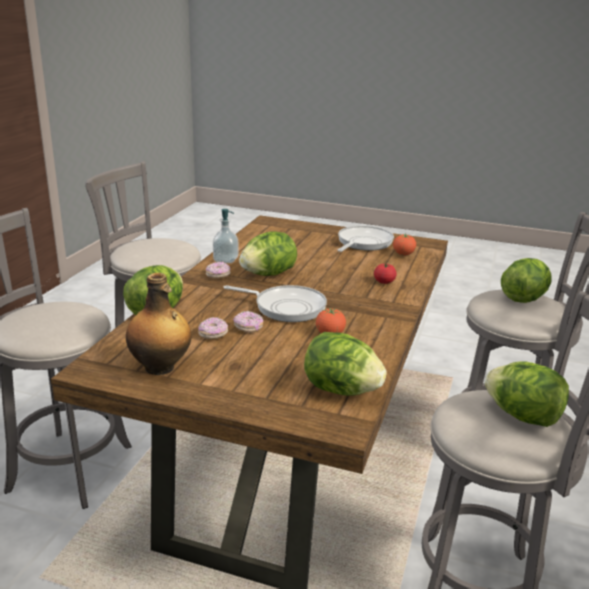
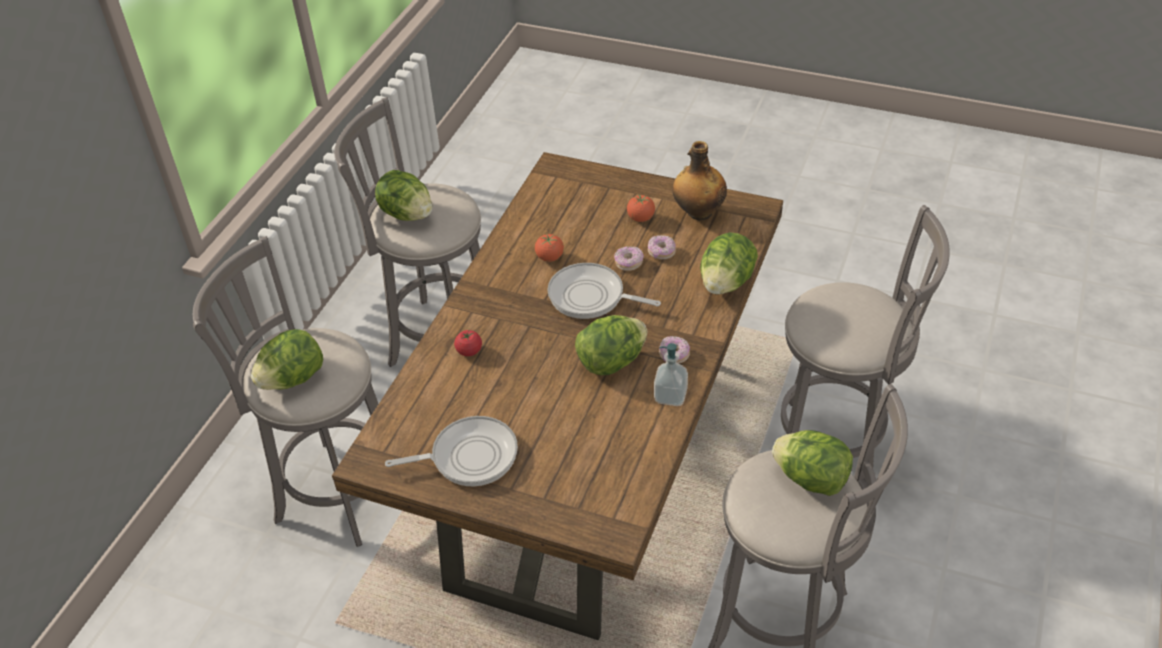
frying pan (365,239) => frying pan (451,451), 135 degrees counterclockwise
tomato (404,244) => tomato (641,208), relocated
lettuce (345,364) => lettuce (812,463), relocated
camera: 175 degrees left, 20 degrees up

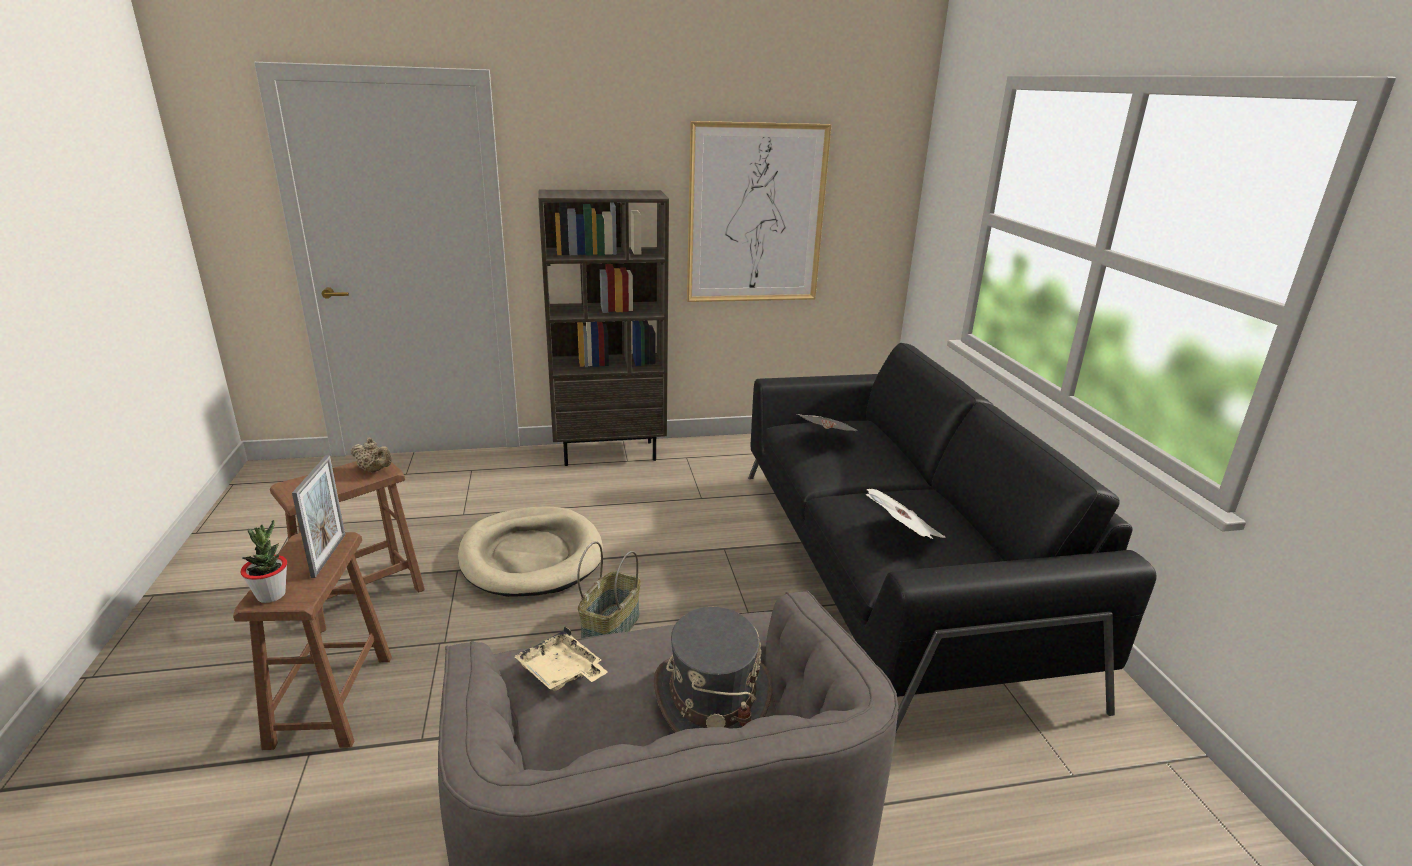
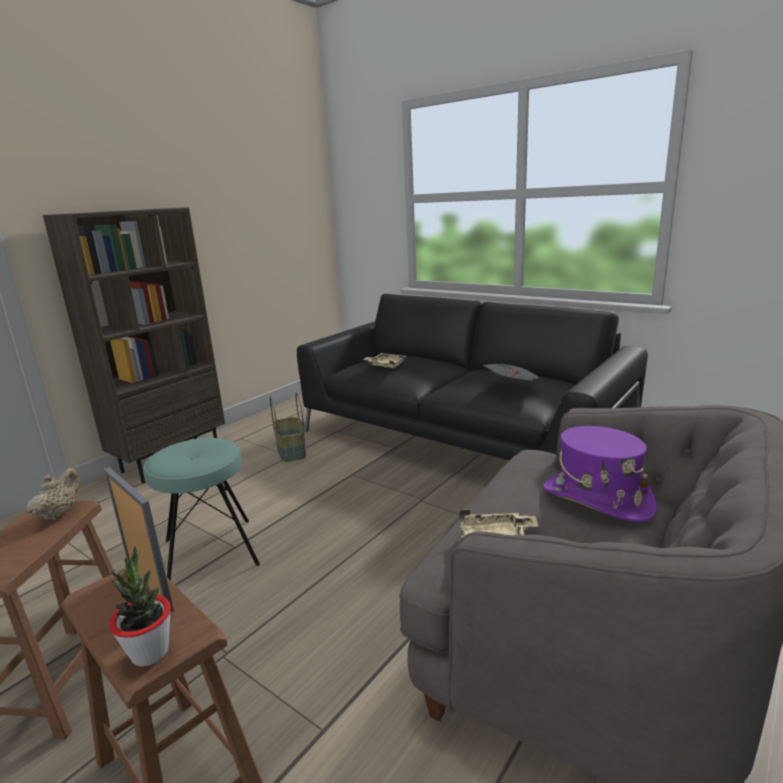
picture (759,211) => nothing
newspaper (827,422) => beige tray (385,360)
beige teapot (371,455) => beige teapot (53,494), 60 degrees counterclockwise
beige dog bed (530,551) => turquoise stool (201,509)
basket (609,589) => basket (288,427), relocated
grey hat (713,669) => purple hat (600,474)
camera: 40 degrees left, 5 degrees down

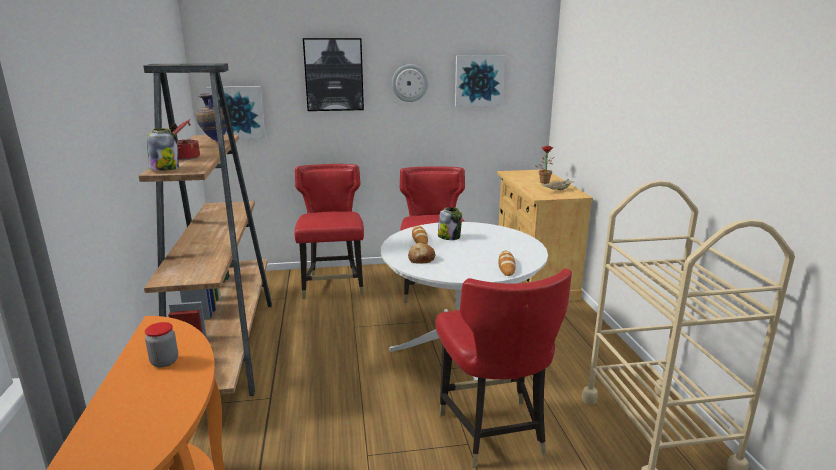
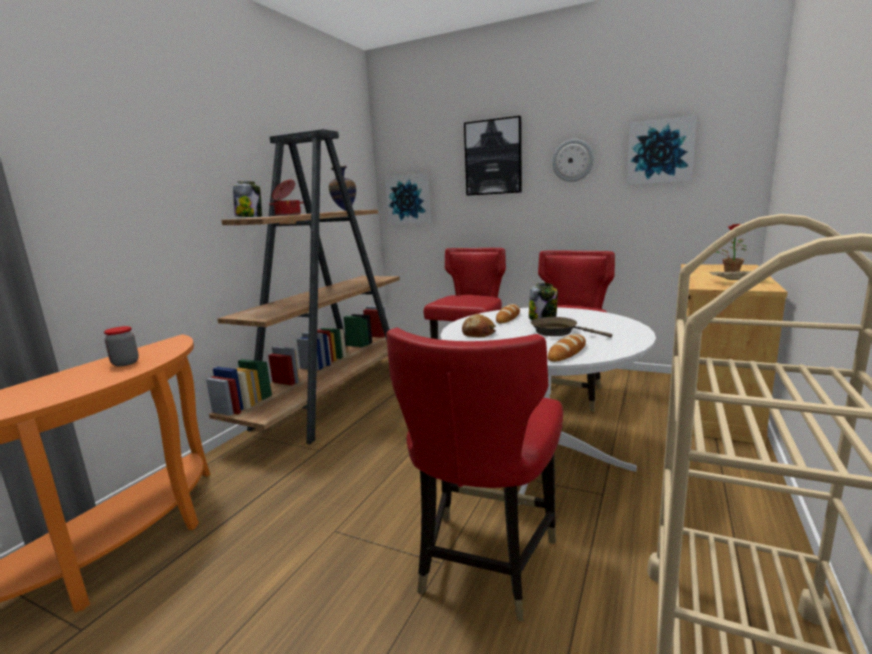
nothing => brown frying pan (571,327)
camera: 35 degrees right, 5 degrees down

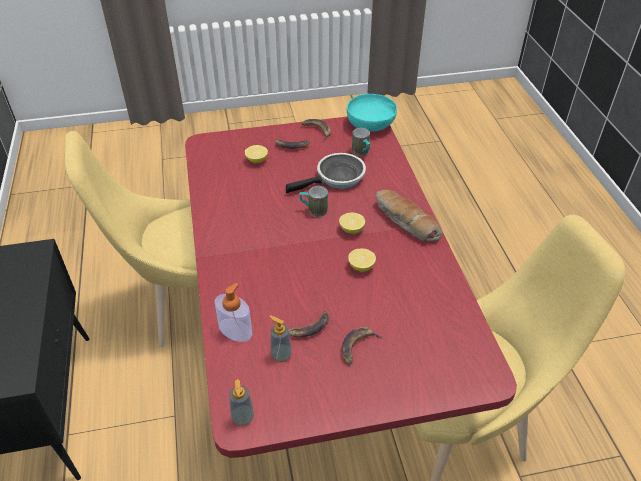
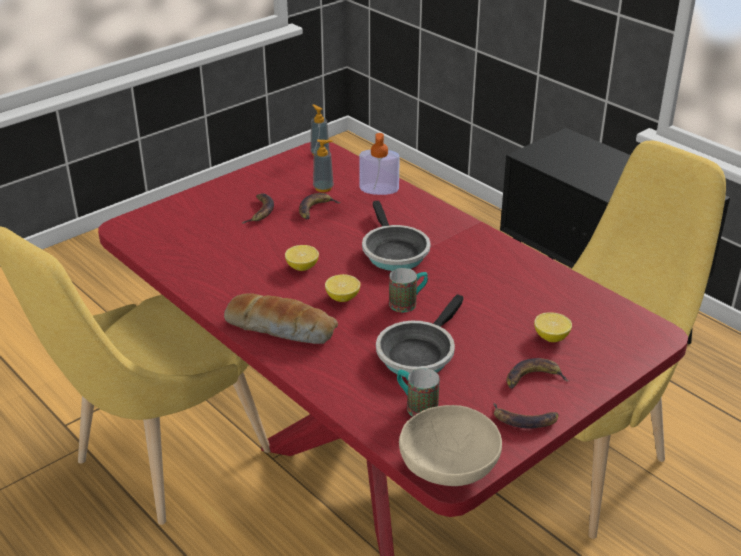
turquoise bowl (372,113) => beige bowl (450,445)
nothing => frying pan (396,235)
camera: 150 degrees right, 10 degrees down

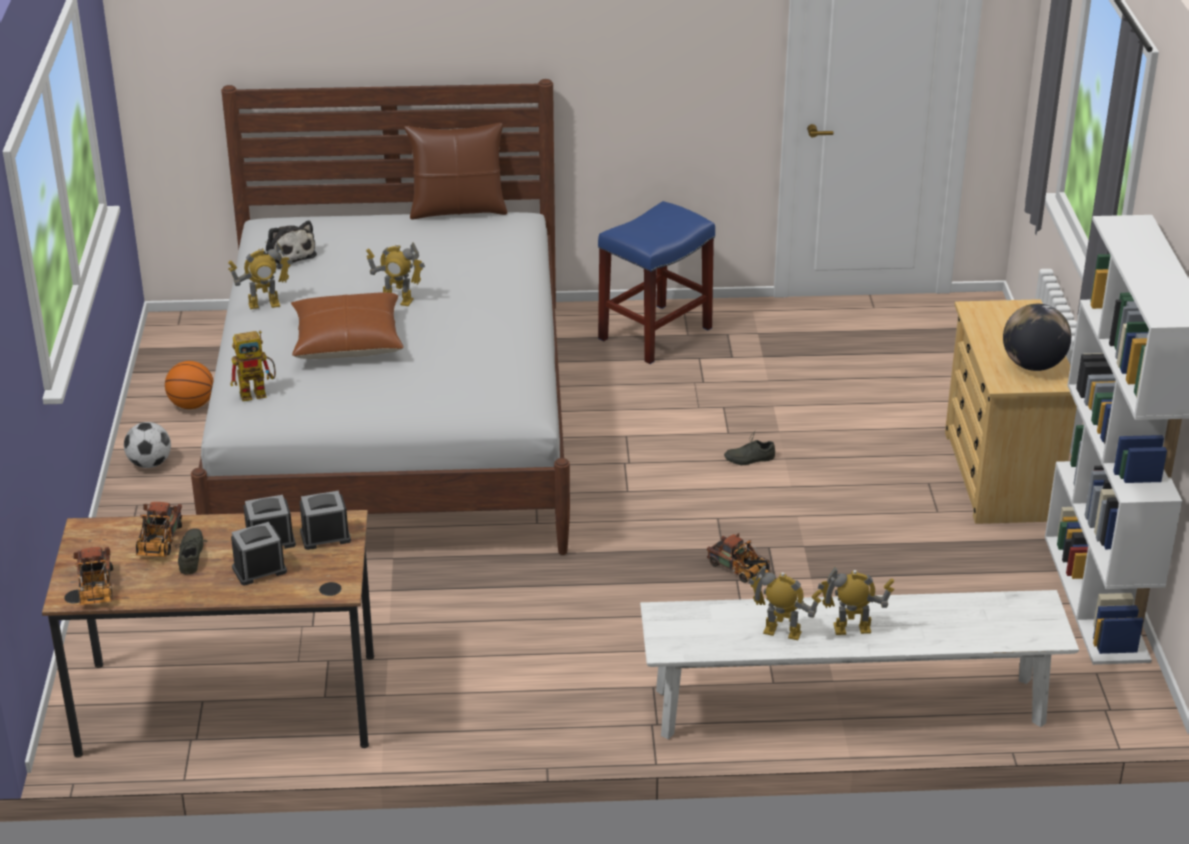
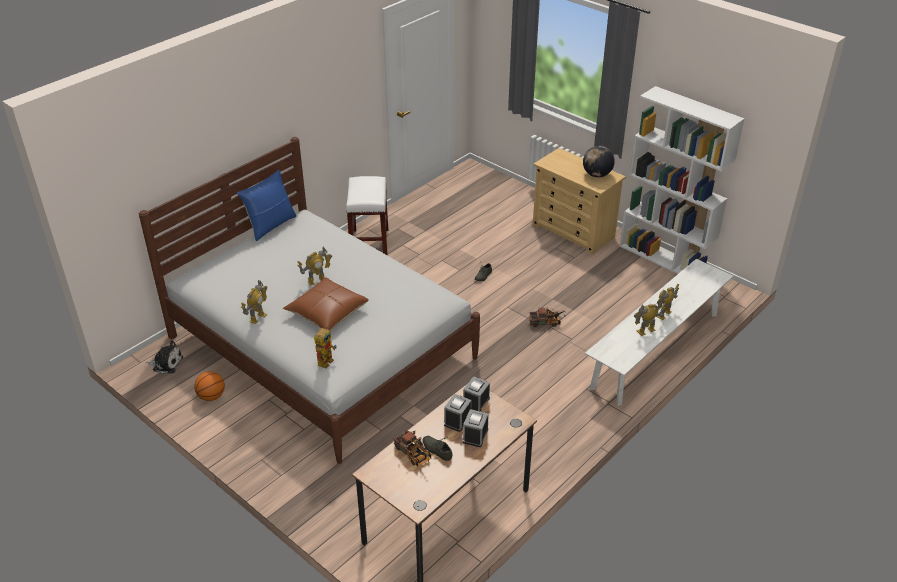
brown pillow (455,171) => blue pillow (266,205)
blue stool (656,282) => white stool (367,215)
plush toy (290,245) => plush toy (164,357), relocated
football (147,445) => nothing
toy truck (93,576) => nothing
camera: 45 degrees left, 5 degrees up

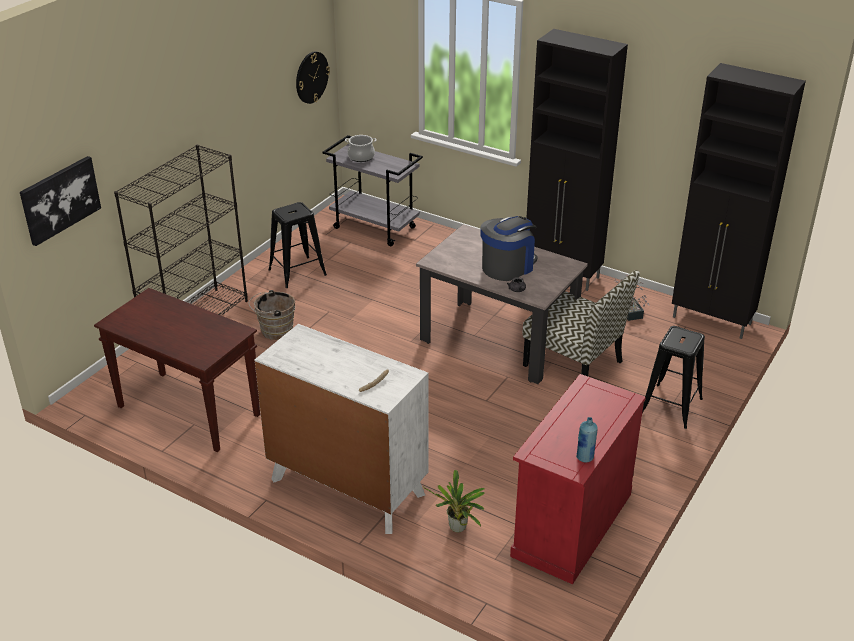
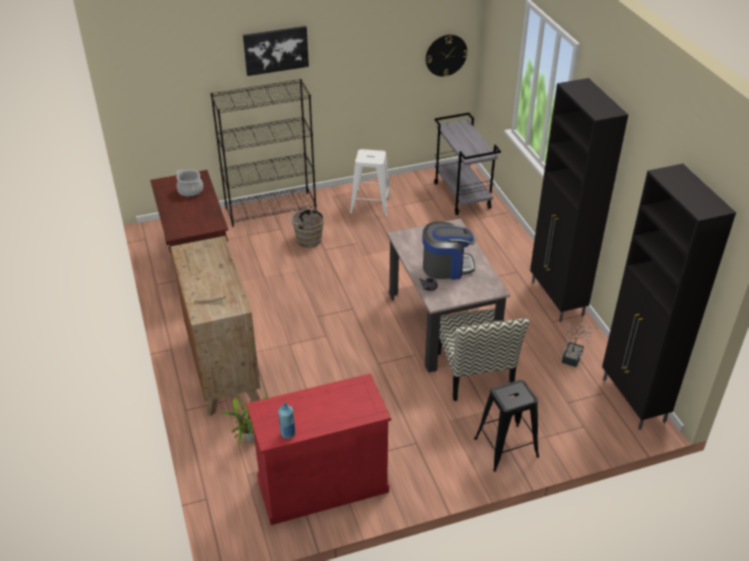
cooking pot (361,148) => cooking pot (189,183), relocated
picture (60,201) => picture (276,51), relocated
black stool (297,245) => white stool (370,182)
white dresser (342,429) => brown dresser (215,326)
camera: 40 degrees right, 5 degrees up

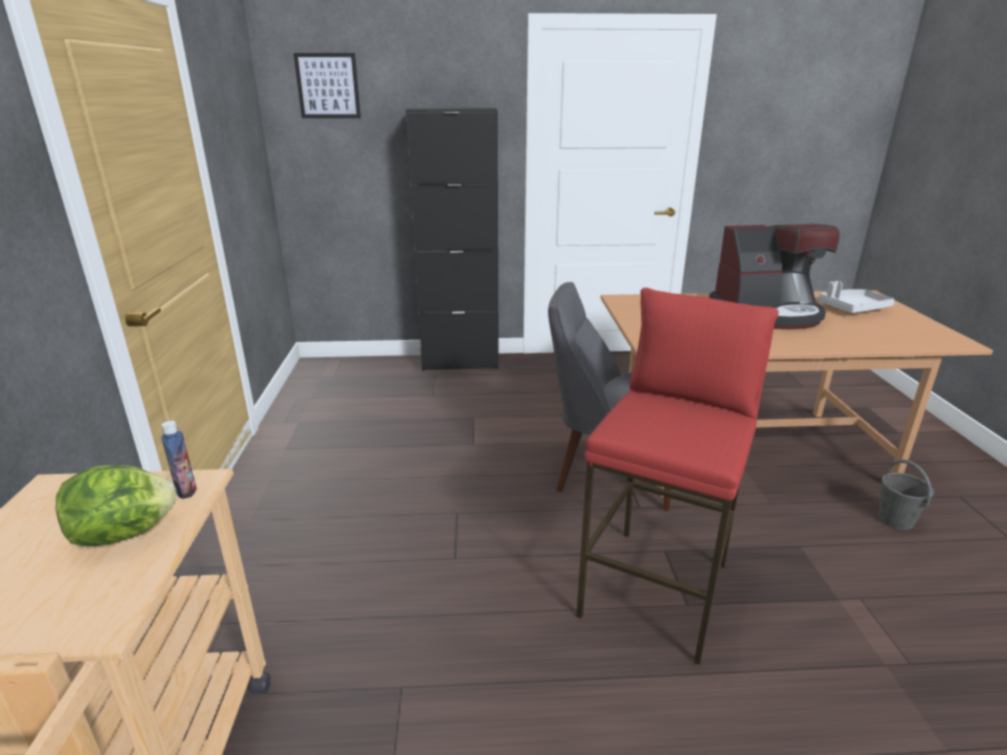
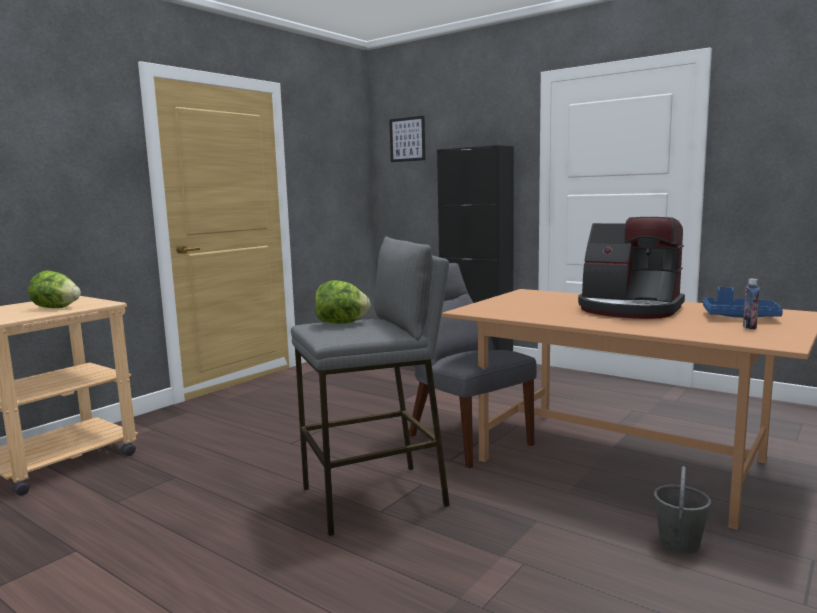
grey tray (856,297) => blue tray (743,302)
red stool (677,476) => grey stool (370,386)
bottle (179,459) => bottle (751,304), relocated
nothing => lettuce (343,302)
camera: 40 degrees right, 15 degrees down

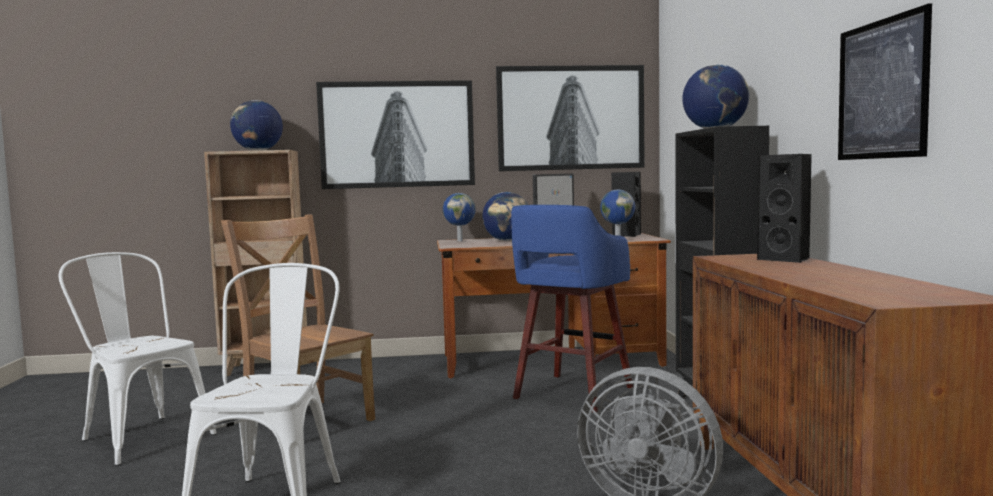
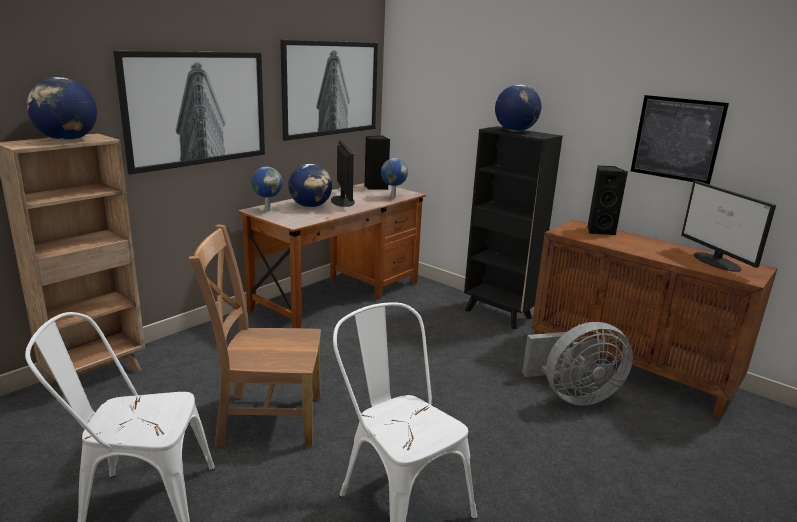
blue stool (572,308) => nothing
nothing => monitor (728,226)
camera: 45 degrees left, 15 degrees up

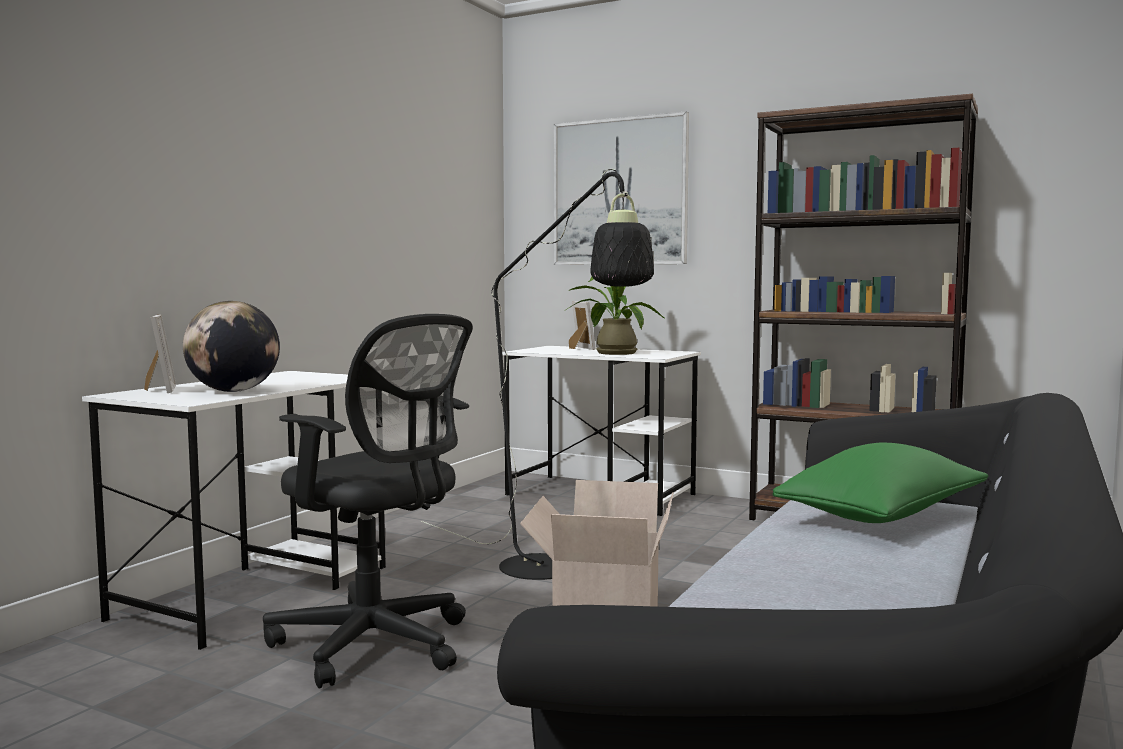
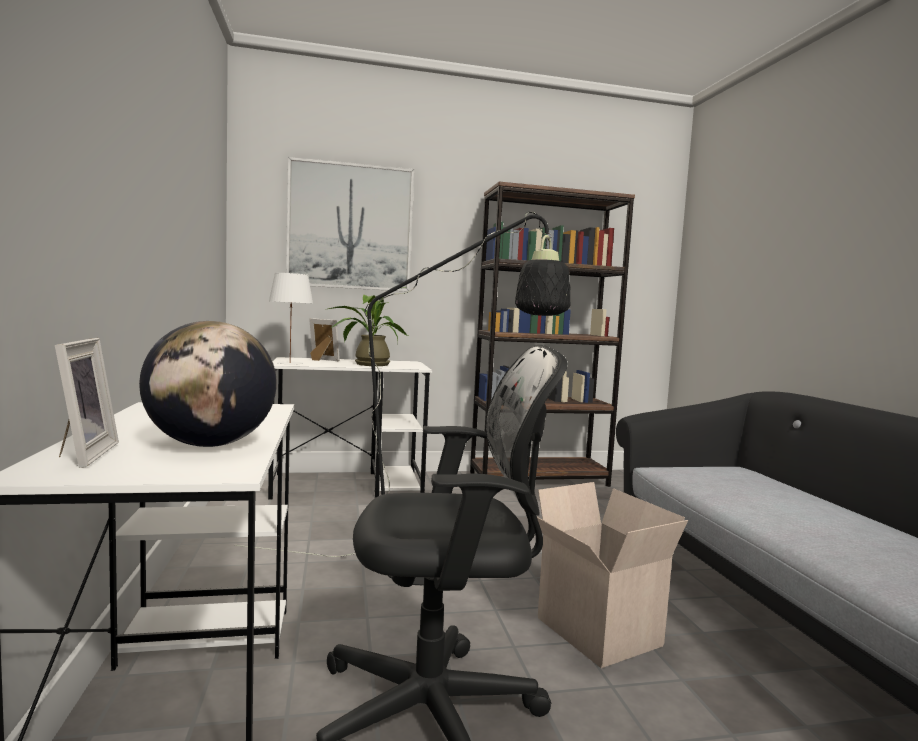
picture frame (160,353) => picture frame (87,403), 45 degrees clockwise
green pillow (880,483) => nothing
nothing => white table lamp (291,319)
camera: 40 degrees left, 0 degrees up

